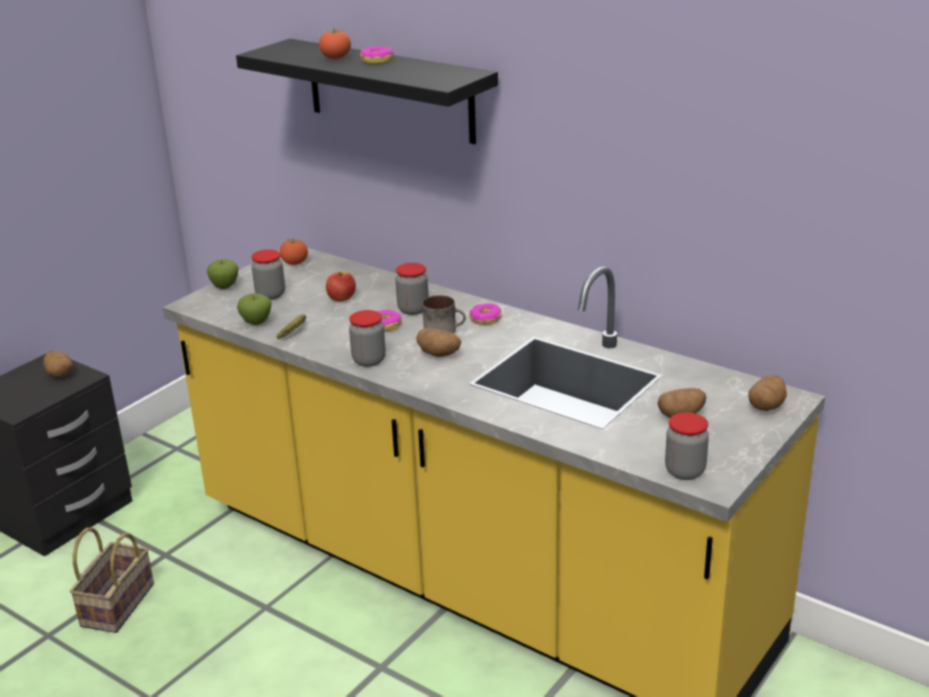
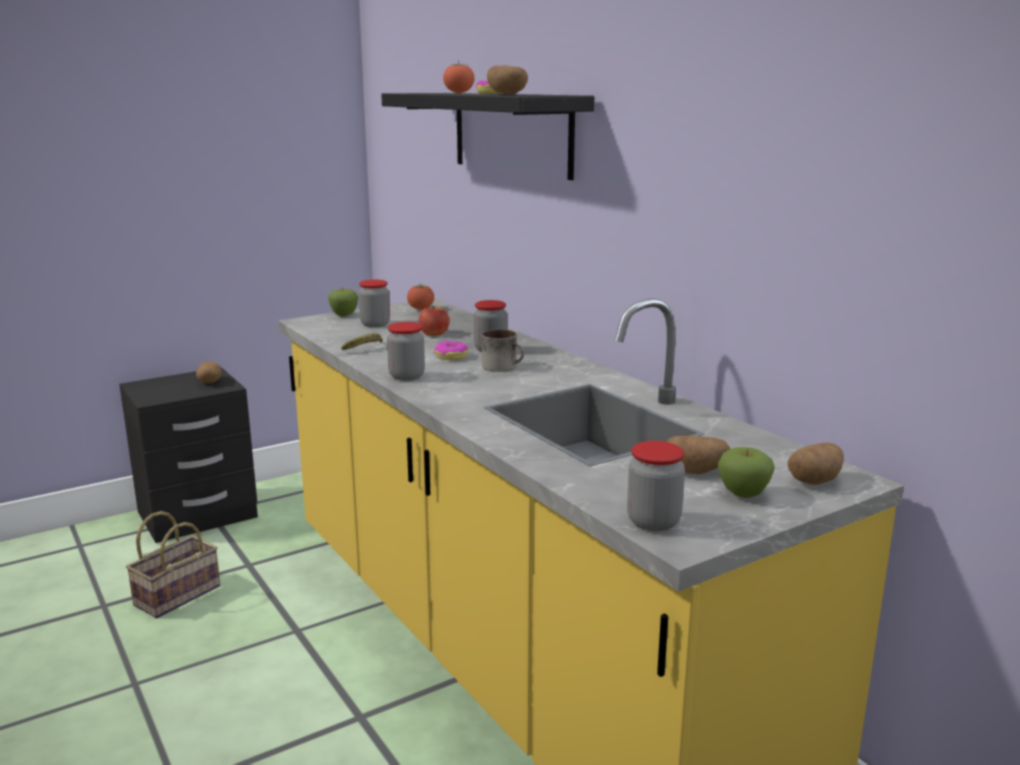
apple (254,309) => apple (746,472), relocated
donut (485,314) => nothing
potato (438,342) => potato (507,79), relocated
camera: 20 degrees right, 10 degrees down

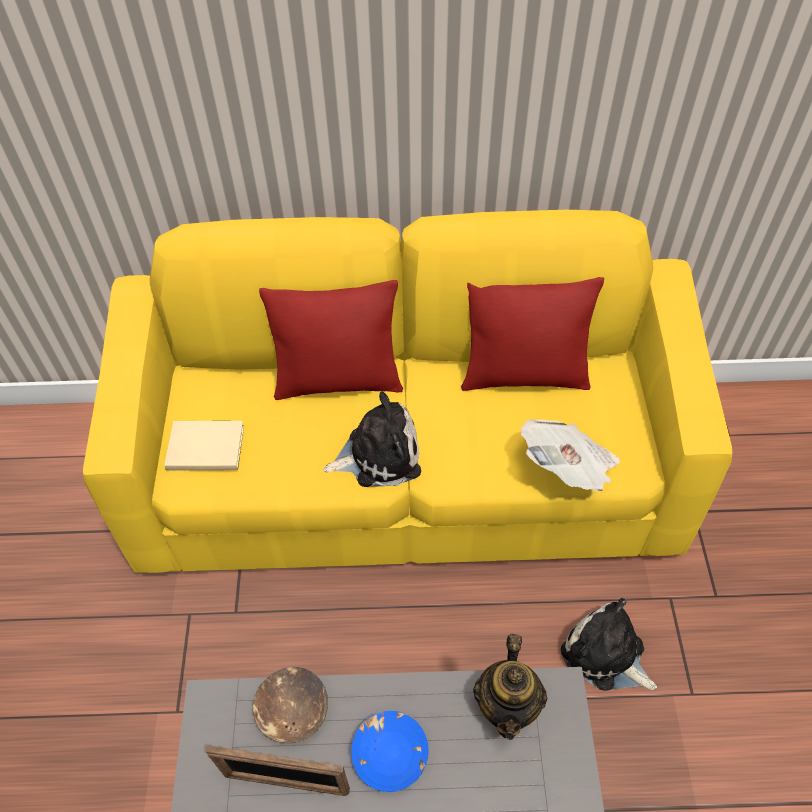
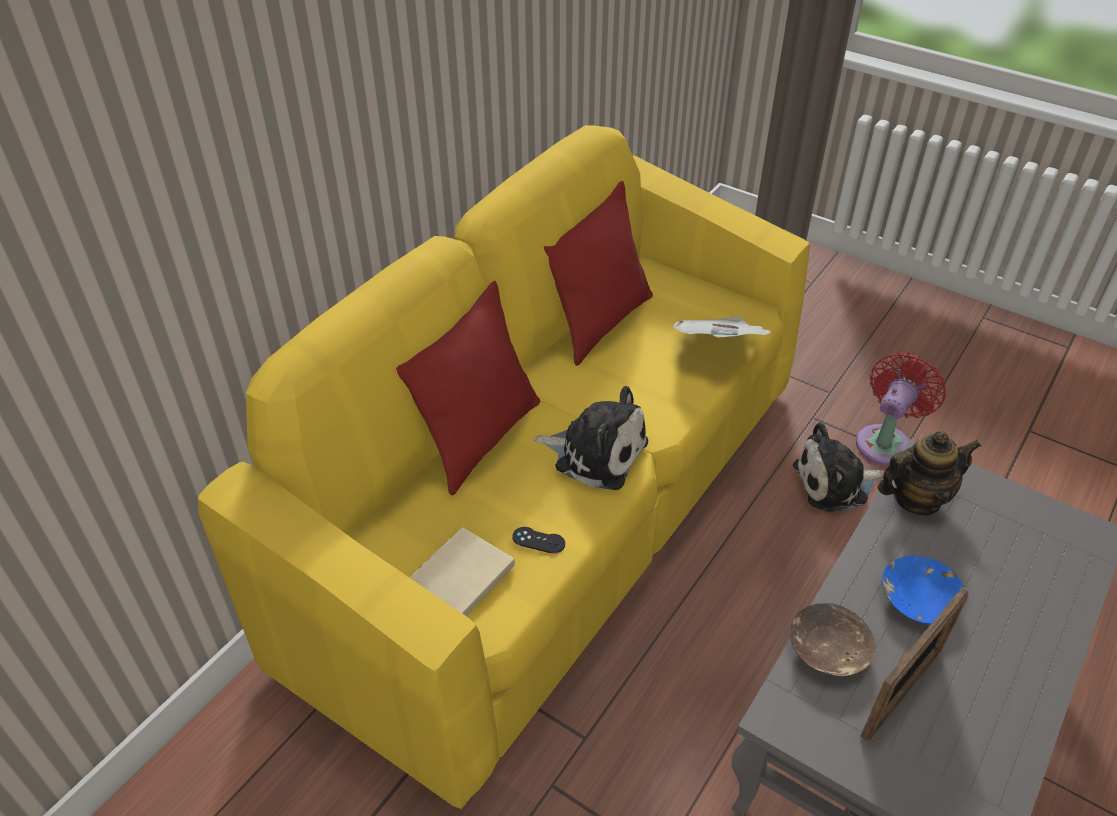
plush toy (372,439) => plush toy (590,438), 90 degrees clockwise
teapot (510,687) => teapot (929,473), 60 degrees counterclockwise
nothing => red fan (901,409)
nothing => black game controller (538,540)
camera: 55 degrees left, 10 degrees down

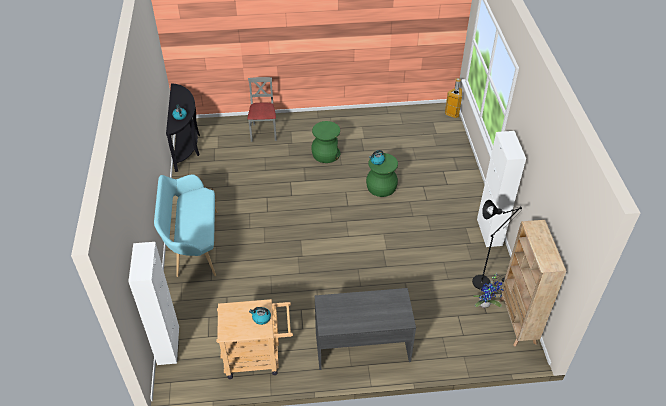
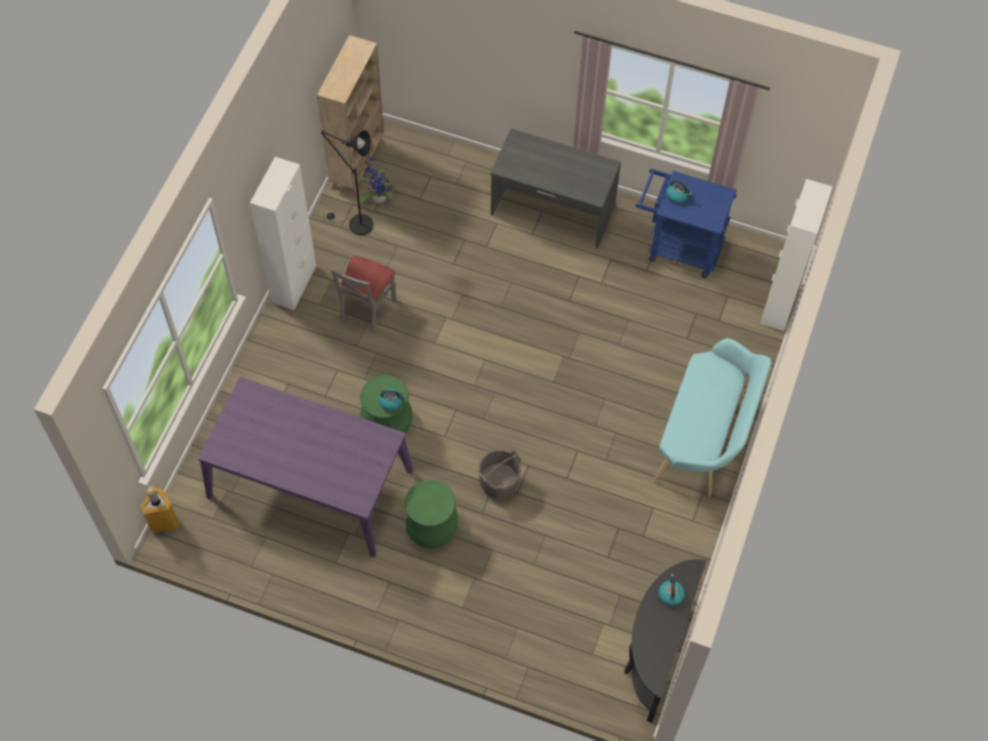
grey chair (262,109) => grey chair (363,295), relocated
beige cart (254,339) => blue cart (686,223)
nothing => purple dining table (305,467)
nothing => grey bucket (499,474)
camera: 155 degrees left, 15 degrees up

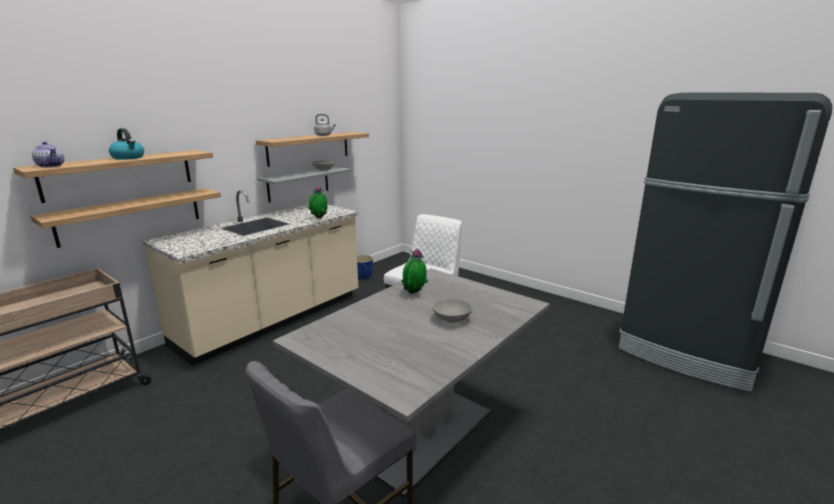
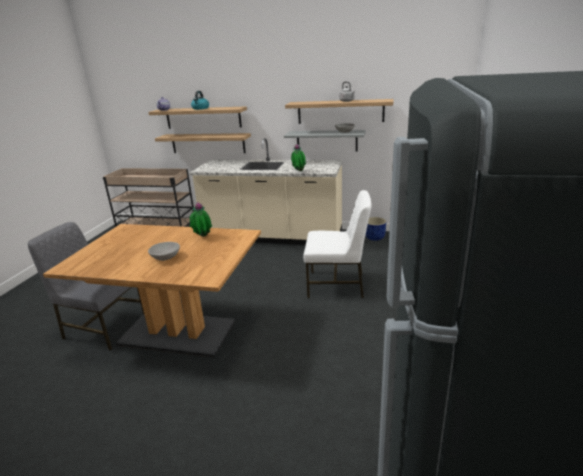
grey dining table (411,383) => brown dining table (152,291)
camera: 65 degrees right, 5 degrees up

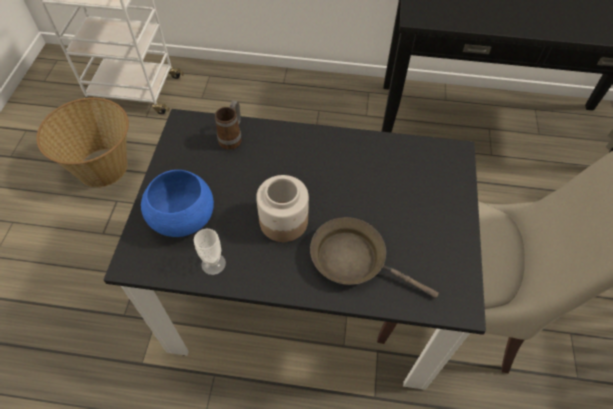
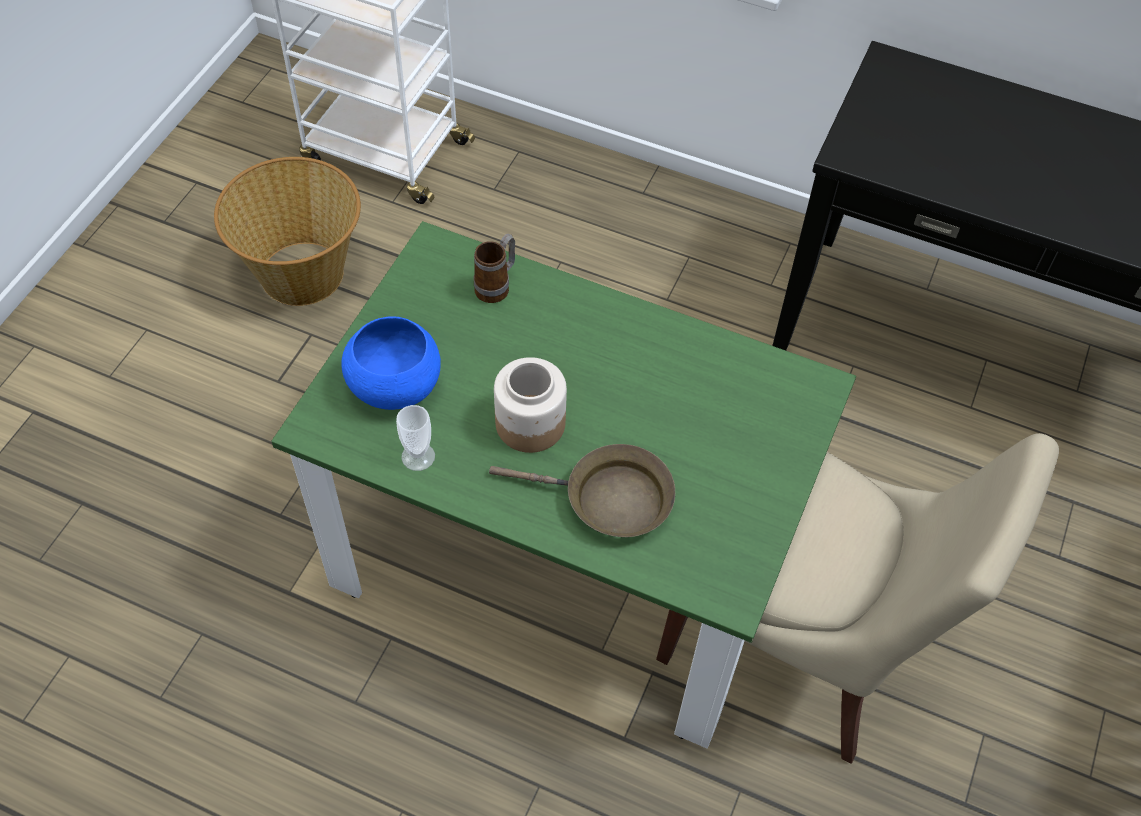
black dining table (295,249) => green dining table (563,485)
brown frying pan (374,257) => brown frying pan (582,490), 150 degrees clockwise
camera: 15 degrees right, 0 degrees up

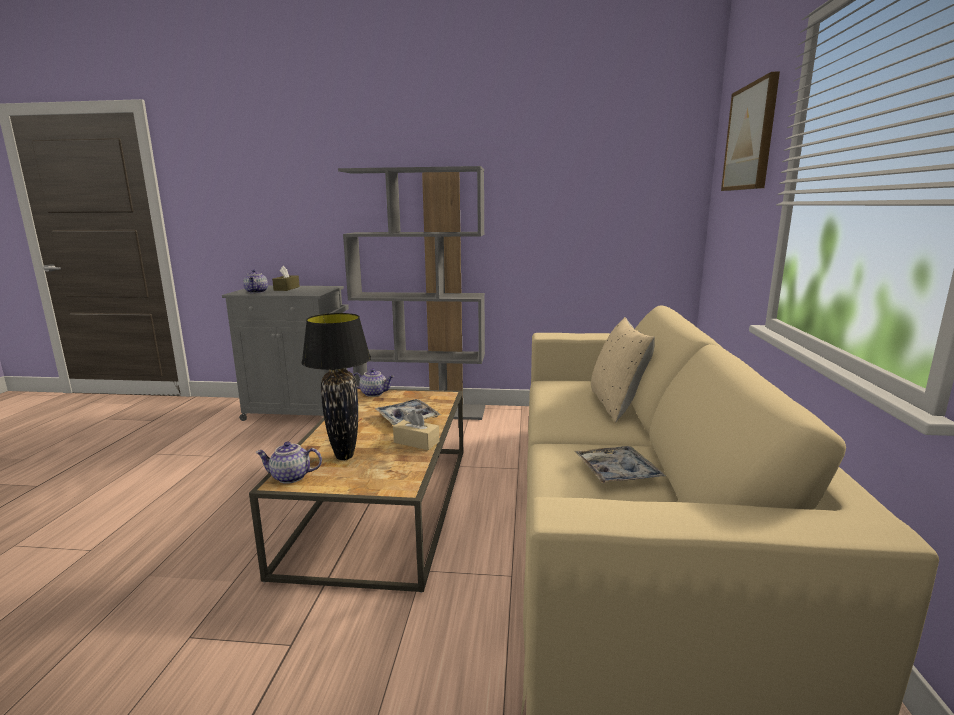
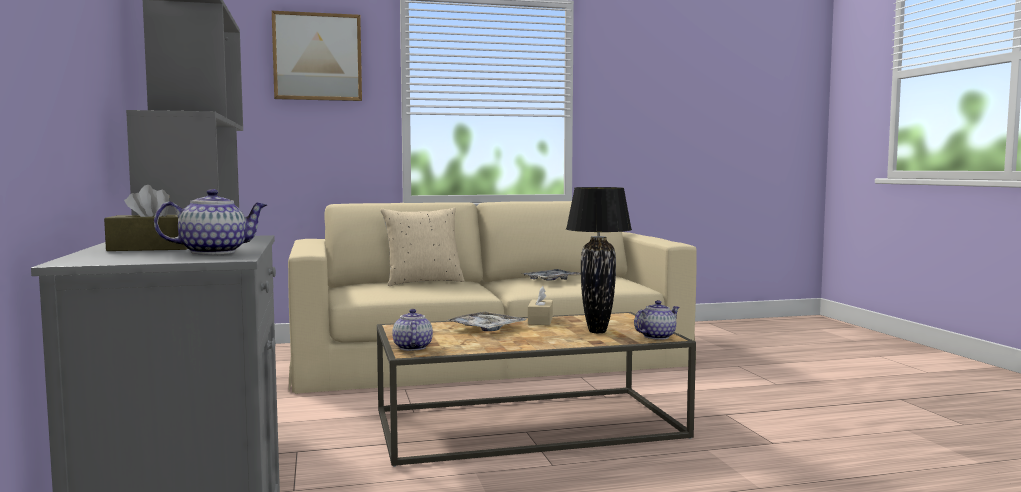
teapot (288,463) => teapot (657,320), 105 degrees counterclockwise
camera: 110 degrees left, 10 degrees down

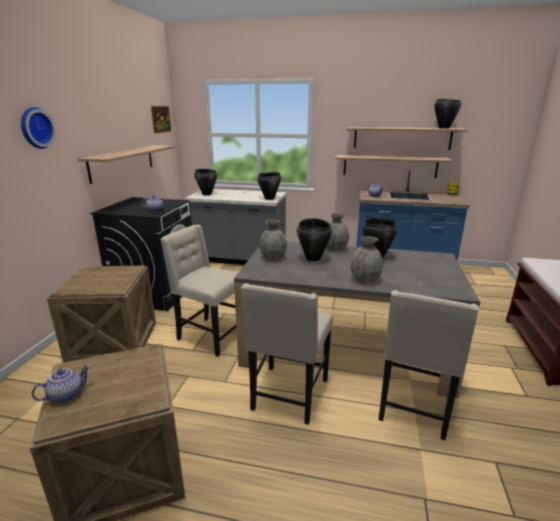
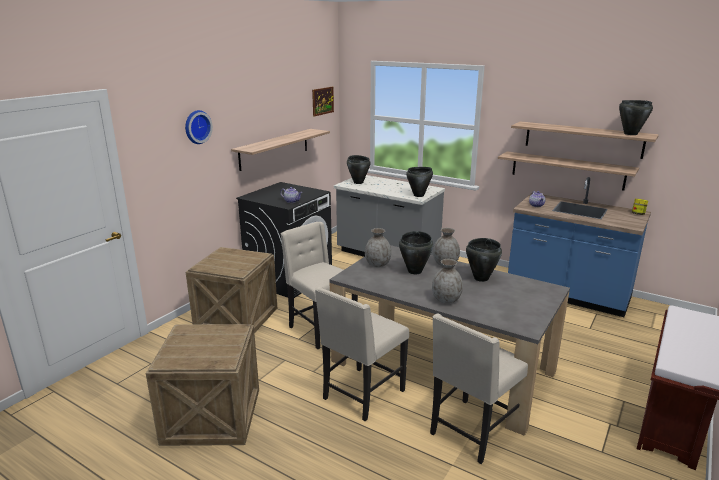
teapot (61,384) => nothing
camera: 20 degrees right, 0 degrees up

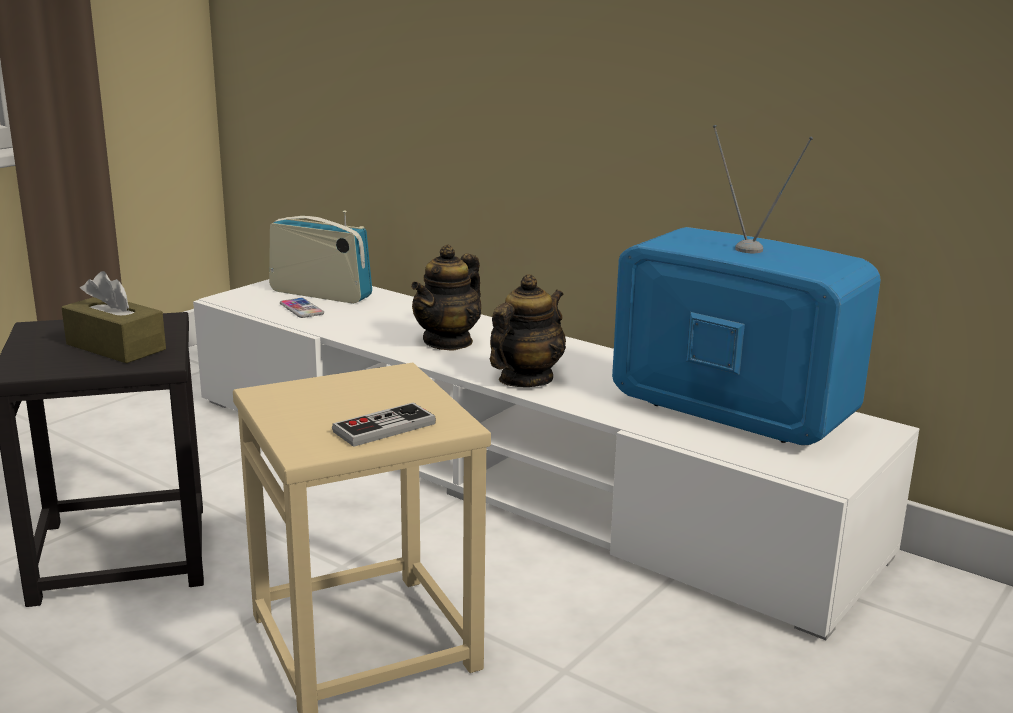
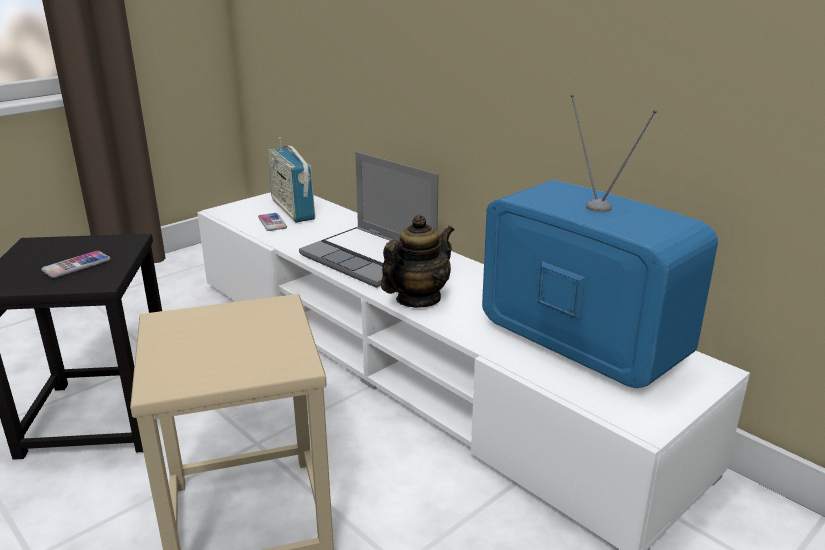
radio (320,257) => radio (291,180), 150 degrees counterclockwise
teapot (446,297) => laptop (369,220)
brown tissue box (113,317) => phone (76,264)
game controller (384,425) => nothing
camera: 10 degrees right, 5 degrees up

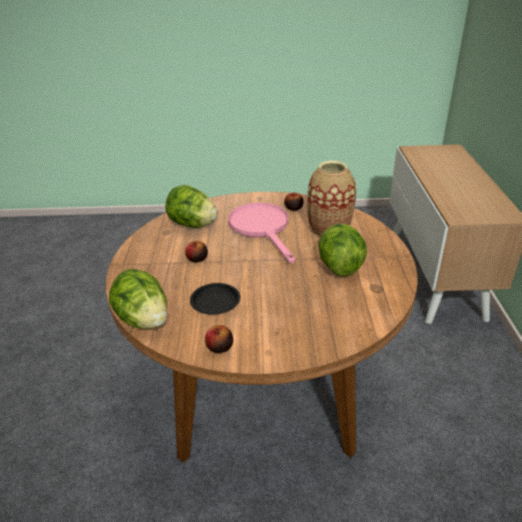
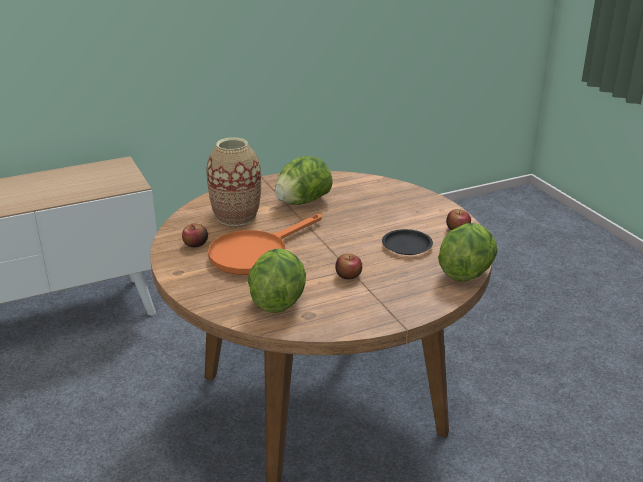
pink frying pan (261,233) => orange frying pan (264,244)
camera: 115 degrees left, 5 degrees down

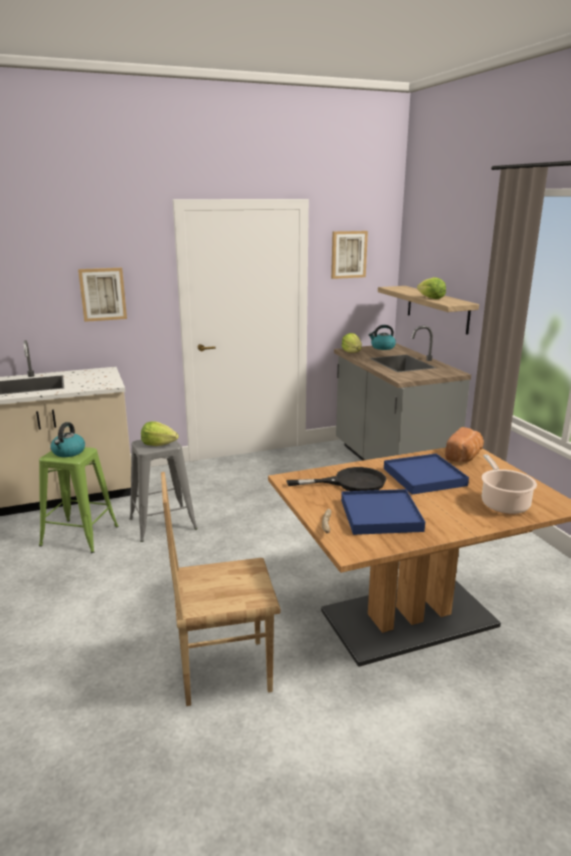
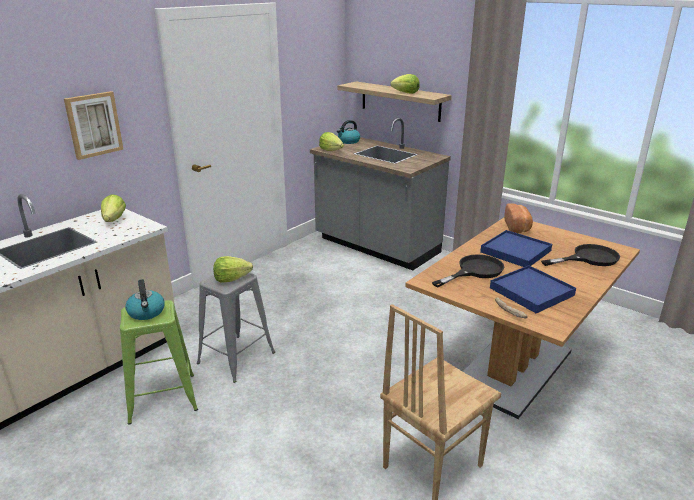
picture (349,255) => nothing
cooking pot (509,484) => black frying pan (580,255)
nothing => lettuce (113,208)
camera: 30 degrees left, 5 degrees up

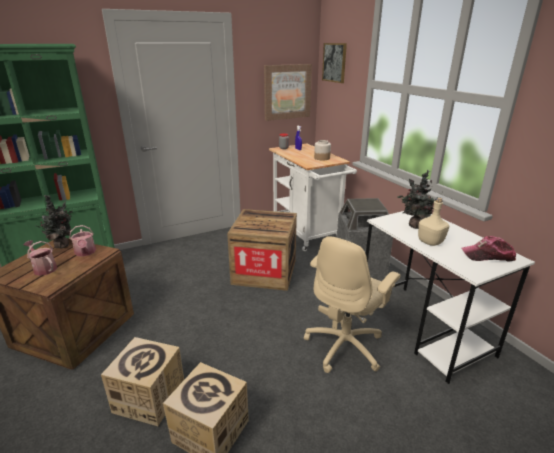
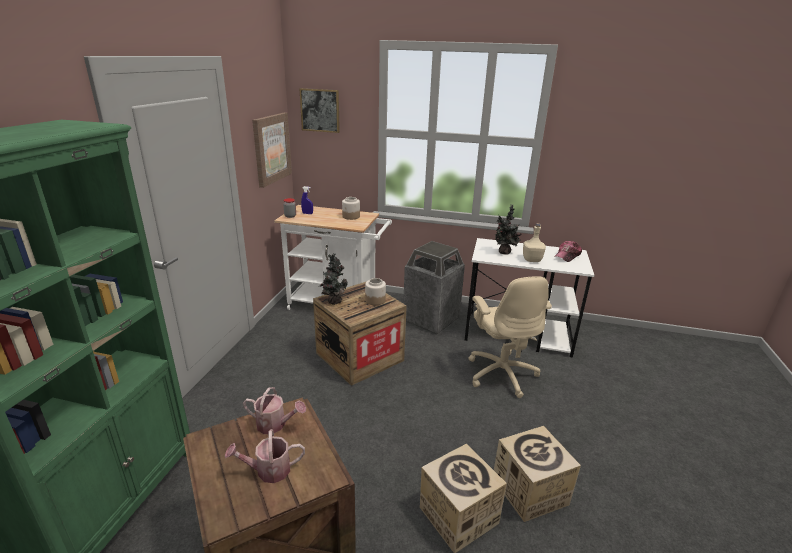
potted plant (54,222) => potted plant (333,279), relocated
nothing => jar (375,291)
camera: 50 degrees left, 0 degrees up

